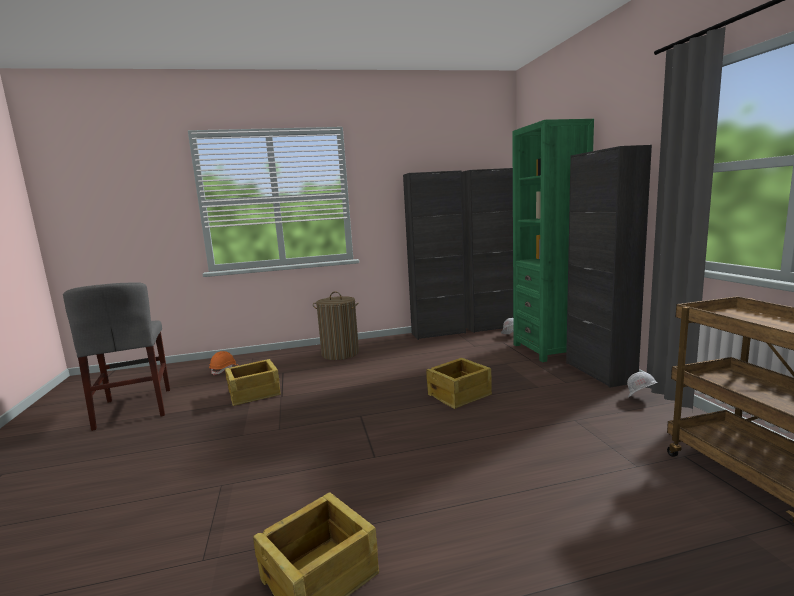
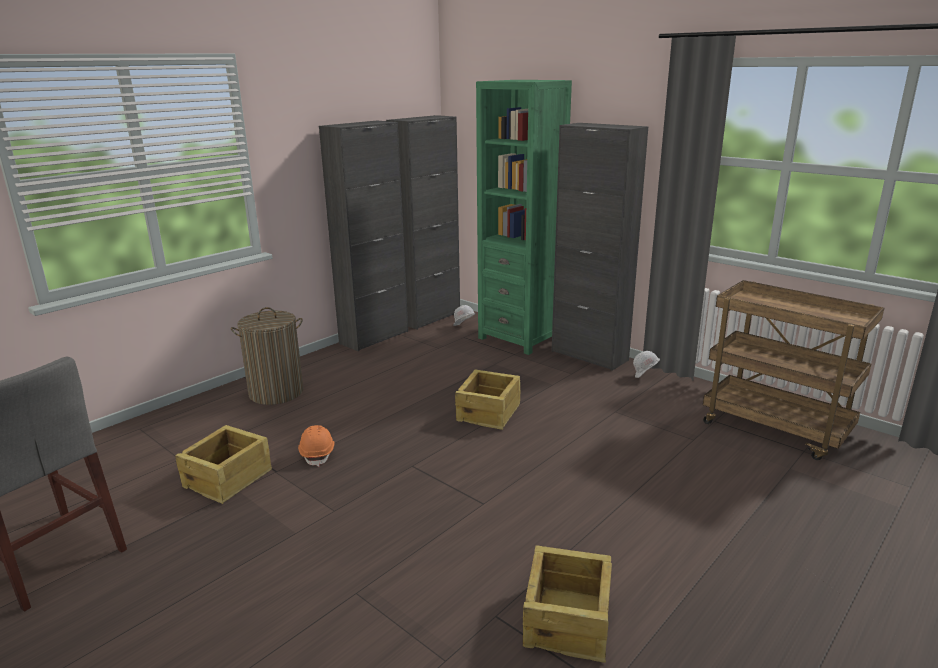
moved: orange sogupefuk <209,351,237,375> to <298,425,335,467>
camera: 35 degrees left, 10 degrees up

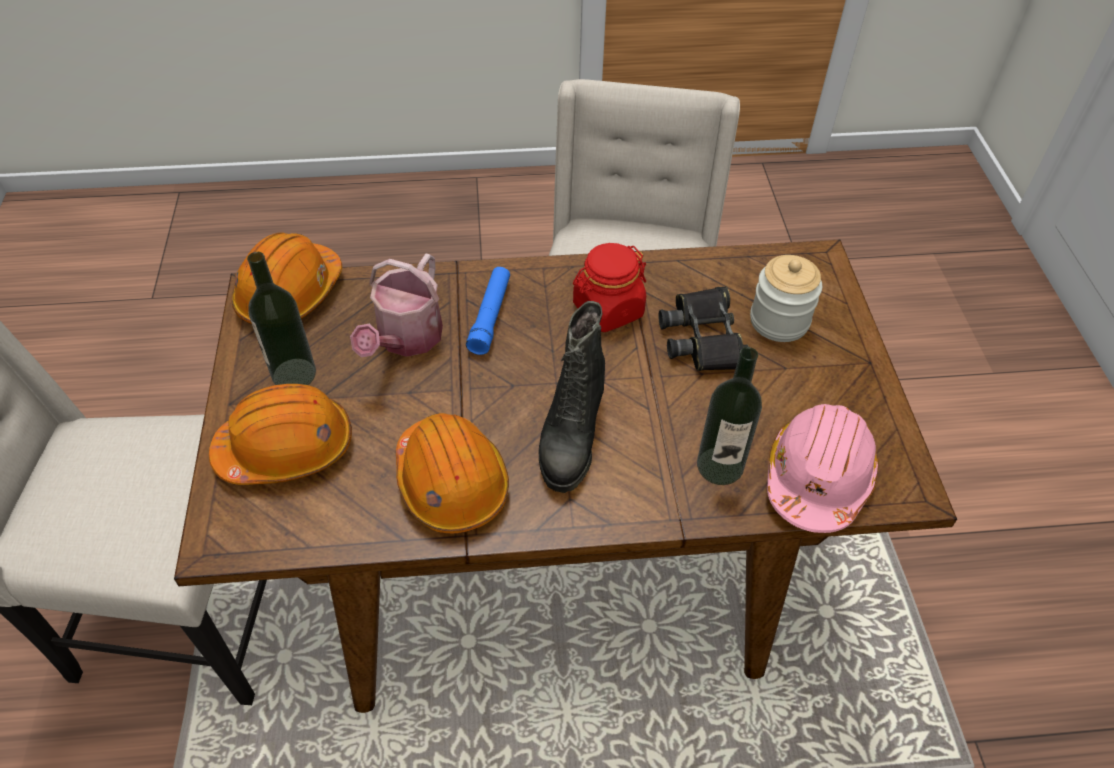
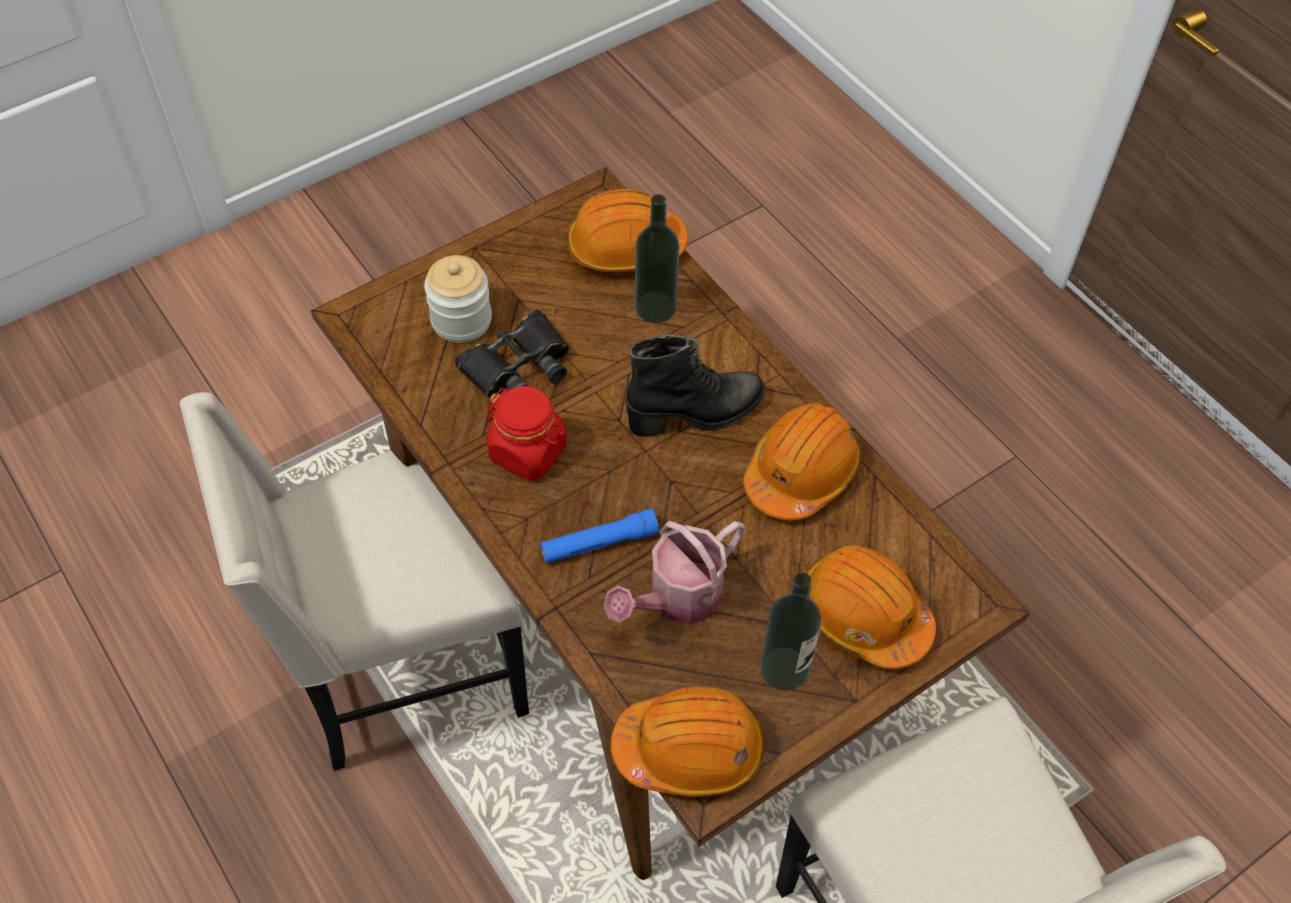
recoloured: pink sogupefuk <767,404,879,533> to orange sogupefuk <567,189,688,272>
turned: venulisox <350,254,443,357> = <604,521,745,624> 150 degrees clockwise
camera: 120 degrees left, 5 degrees up

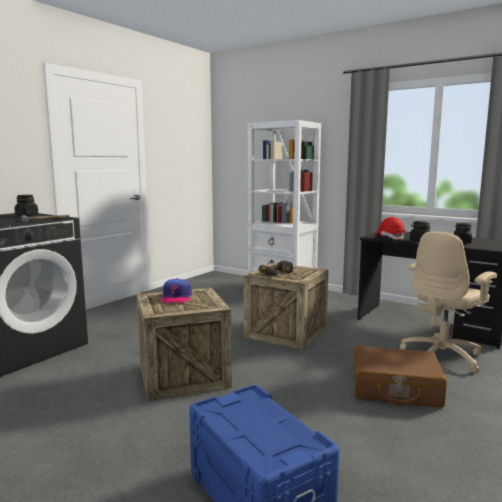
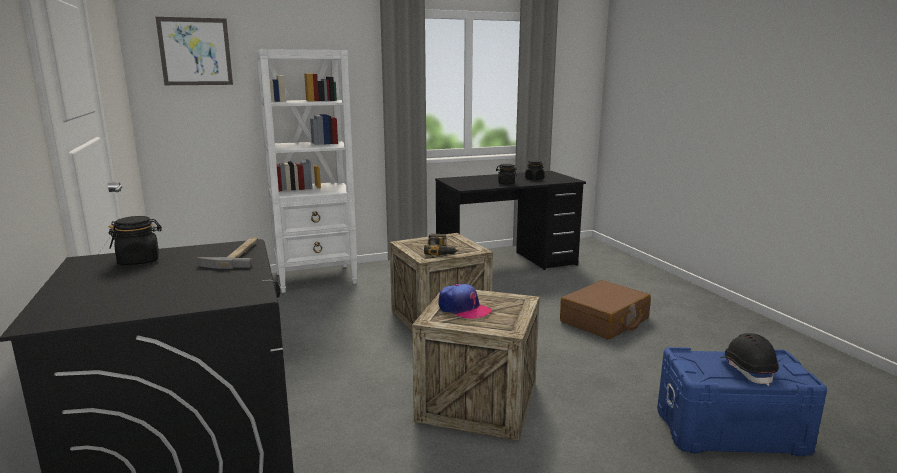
removed: red sogupefuk <375,217,406,240>; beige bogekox <400,231,497,373>
added: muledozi <156,17,233,85>; black sogupefuk <720,333,779,386>
camera: 55 degrees left, 5 degrees up

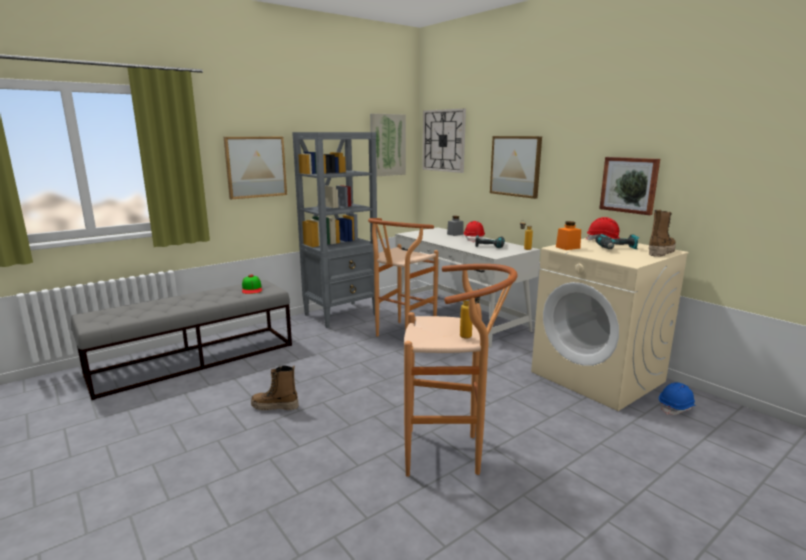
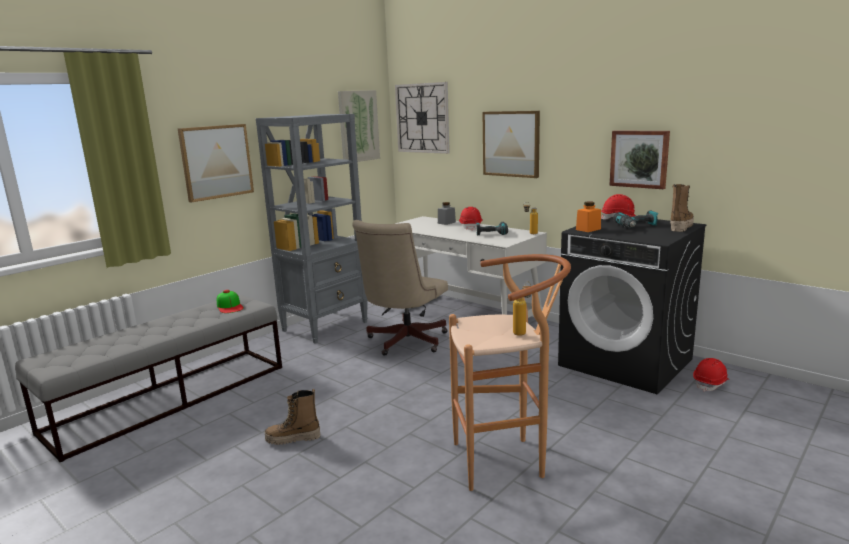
replaced: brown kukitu <368,218,438,337> to beige bogekox <352,220,448,356>
recoloured: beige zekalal <531,238,689,411> to black zekalal <558,216,707,394>; blue sogupefuk <659,382,696,415> to red sogupefuk <693,358,729,392>
camera: 10 degrees left, 0 degrees up

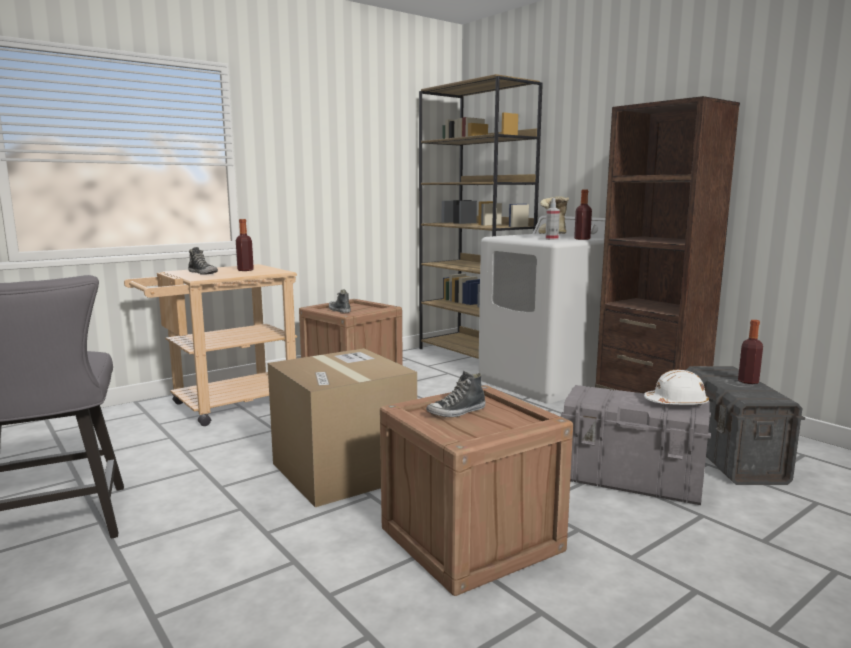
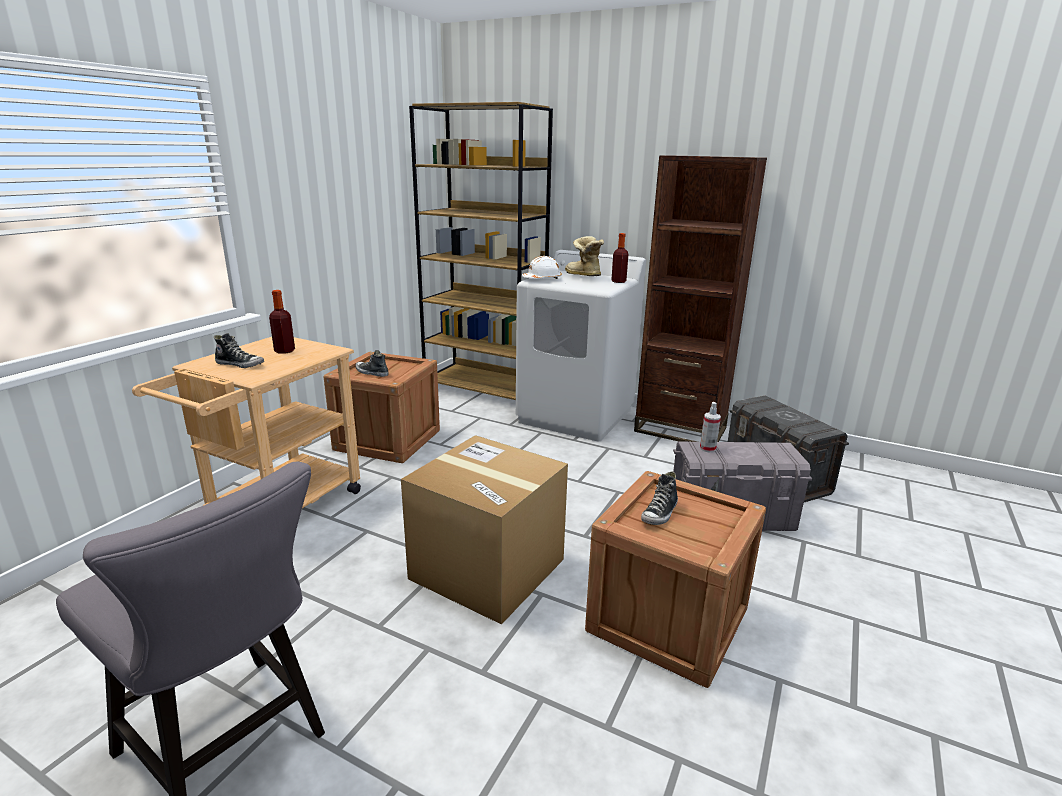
removed: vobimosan <738,320,763,384>
moved: white sogupefuk <644,369,709,405> to <522,256,562,279>; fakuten <545,198,560,240> to <700,402,721,452>
camera: 25 degrees left, 10 degrees up

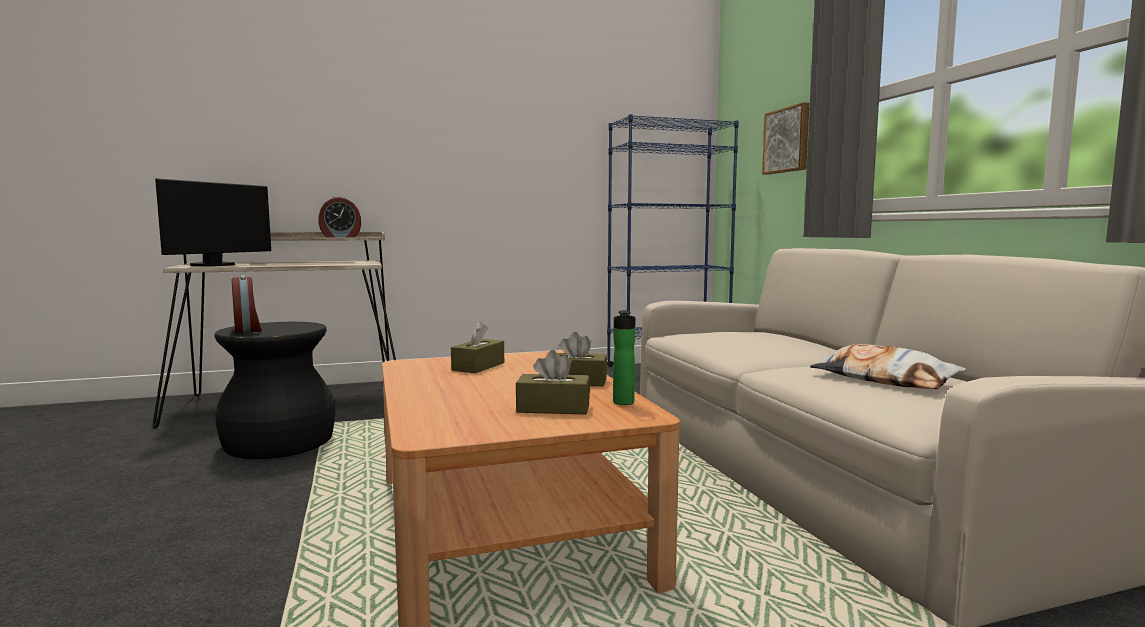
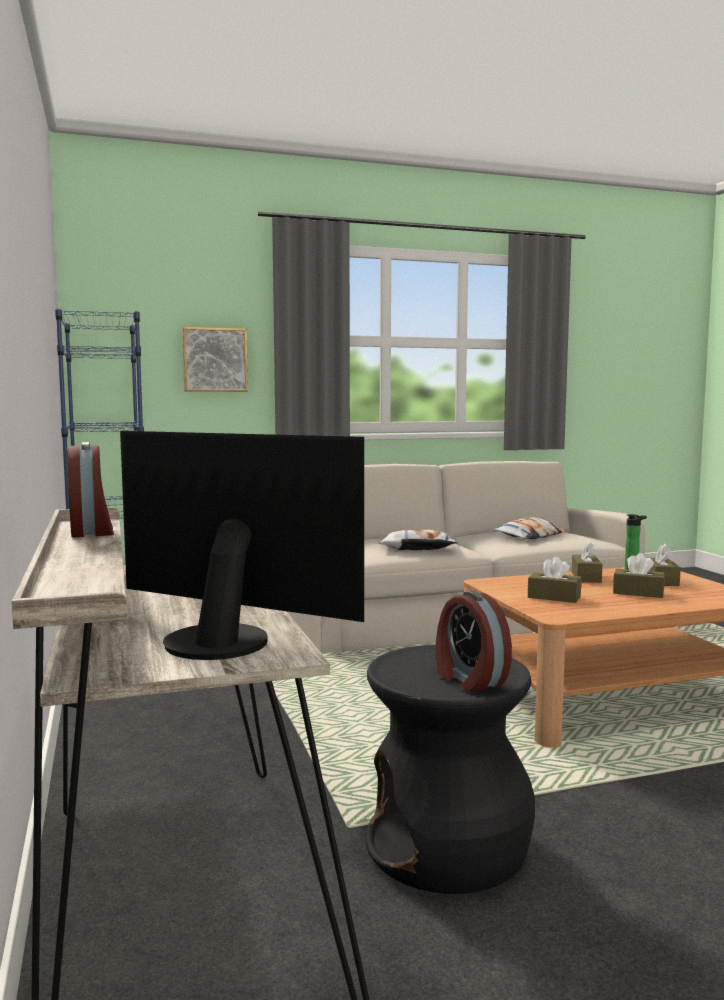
added: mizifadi <378,530,458,550>; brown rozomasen <613,553,665,598>
turned: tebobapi <232,275,262,333> = <436,590,512,692> 90 degrees counterclockwise
camera: 90 degrees left, 0 degrees up

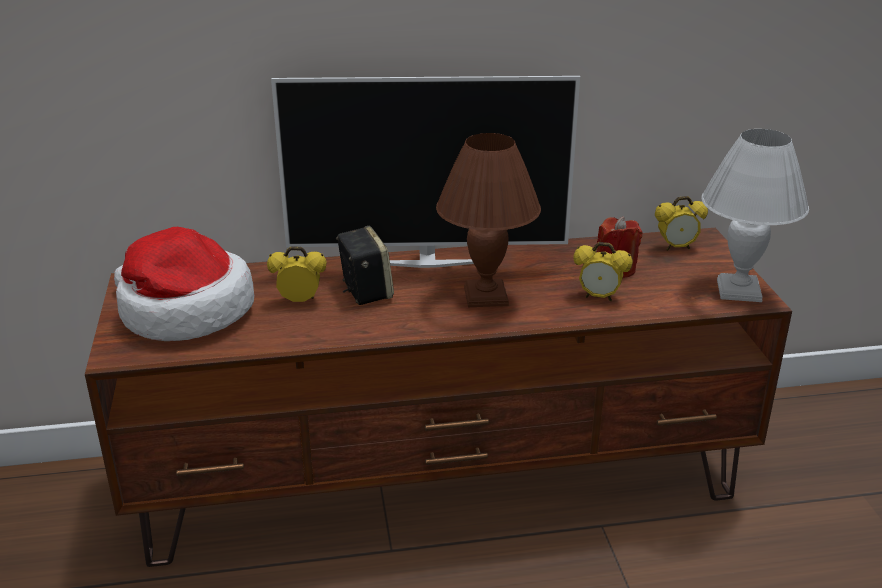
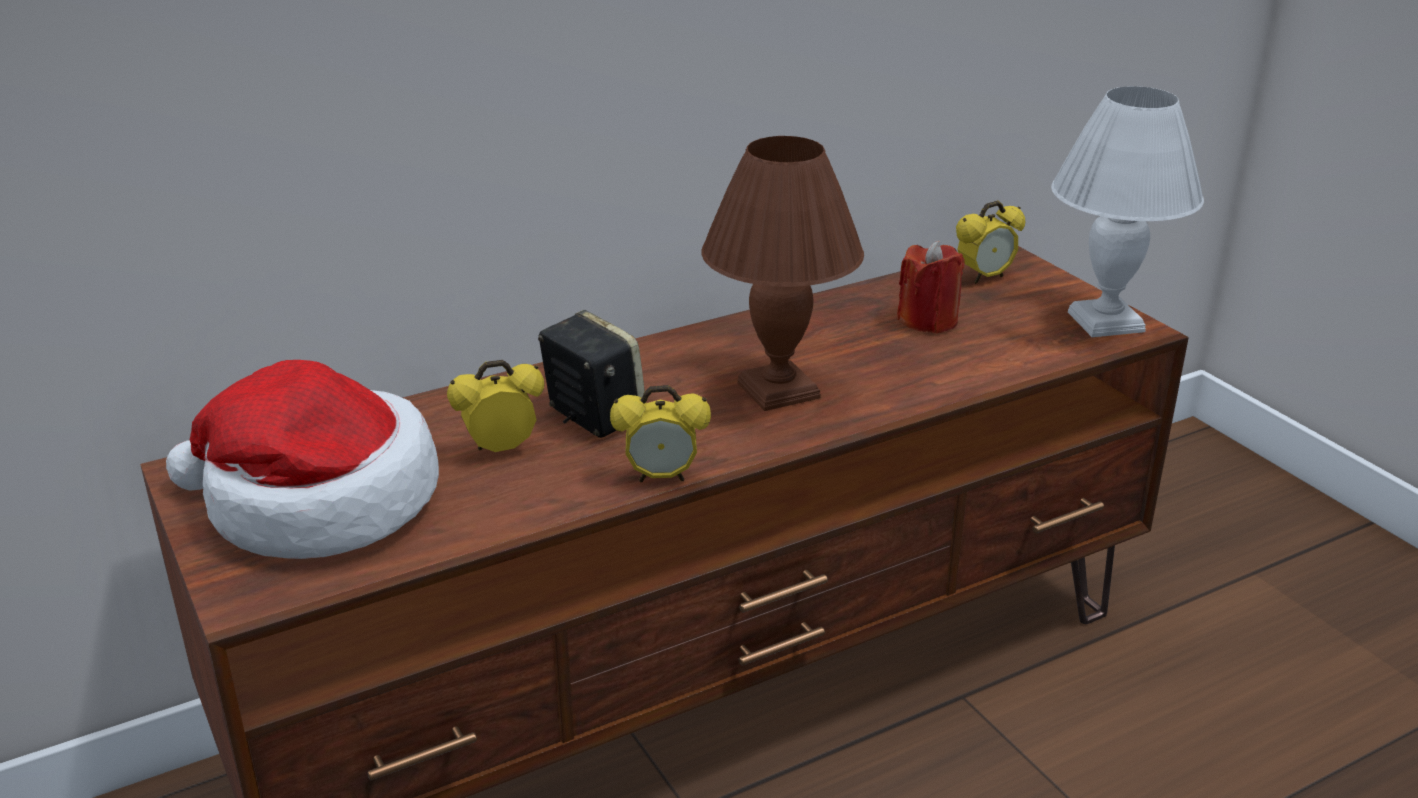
removed: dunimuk <271,76,580,268>
moved: tebobapi <573,242,633,301> to <610,385,711,482>
camera: 20 degrees left, 0 degrees up

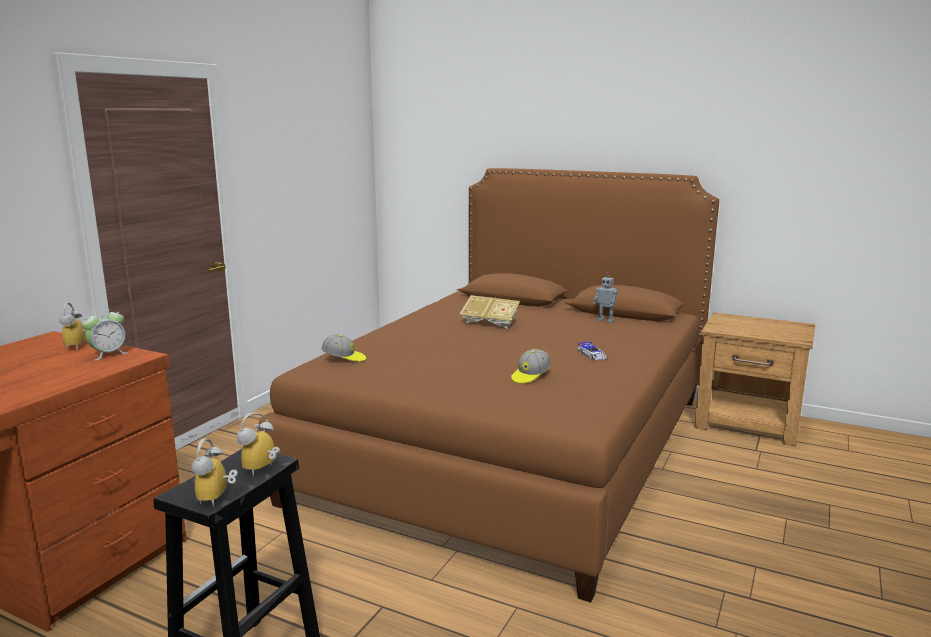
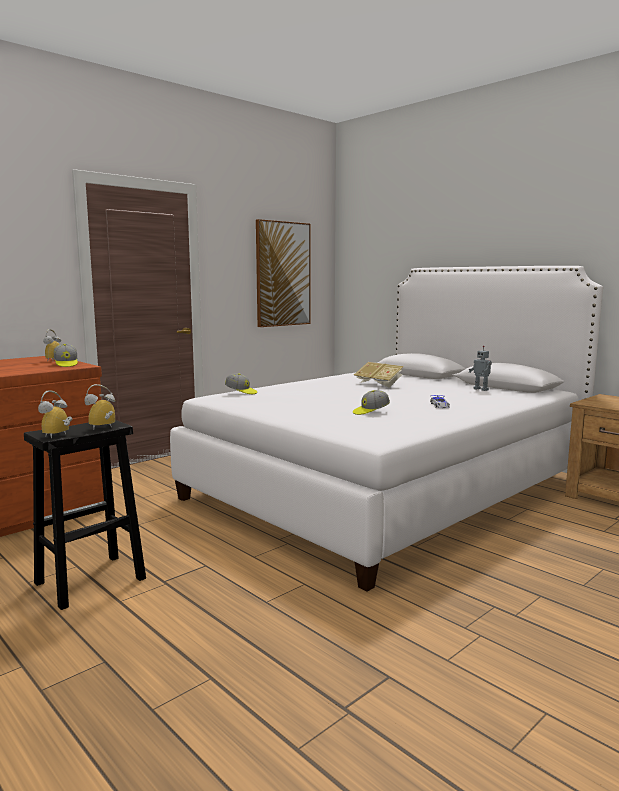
added: muledozi <256,219,311,327>
replaced: tebobapi <82,307,128,361> to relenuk <54,344,78,367>
recoloured: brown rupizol <259,168,719,602> to white rupizol <170,266,603,592>
camera: 20 degrees right, 5 degrees down

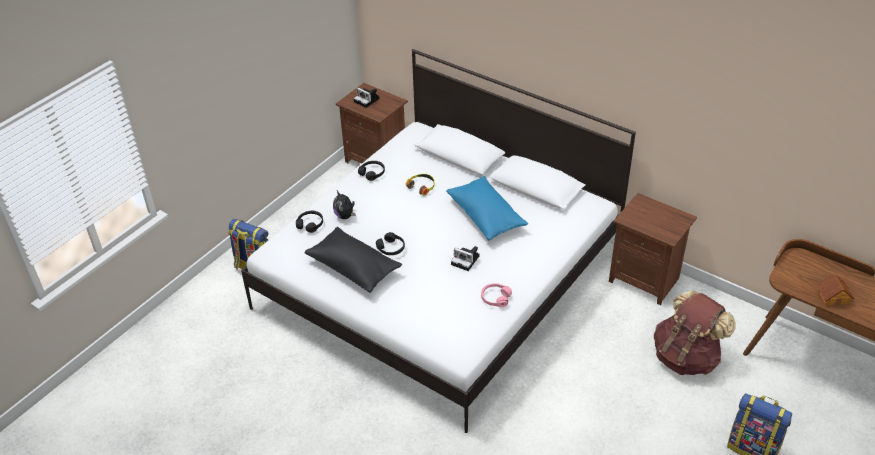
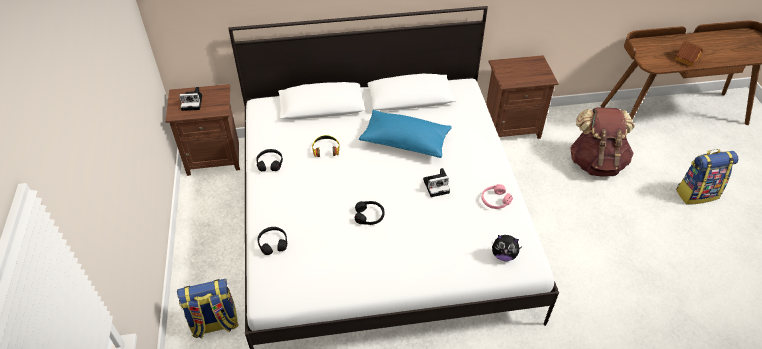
removed: black mizifadi <304,227,402,293>
moved: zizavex <333,191,356,219> to <492,235,521,261>
camera: 45 degrees left, 5 degrees up

